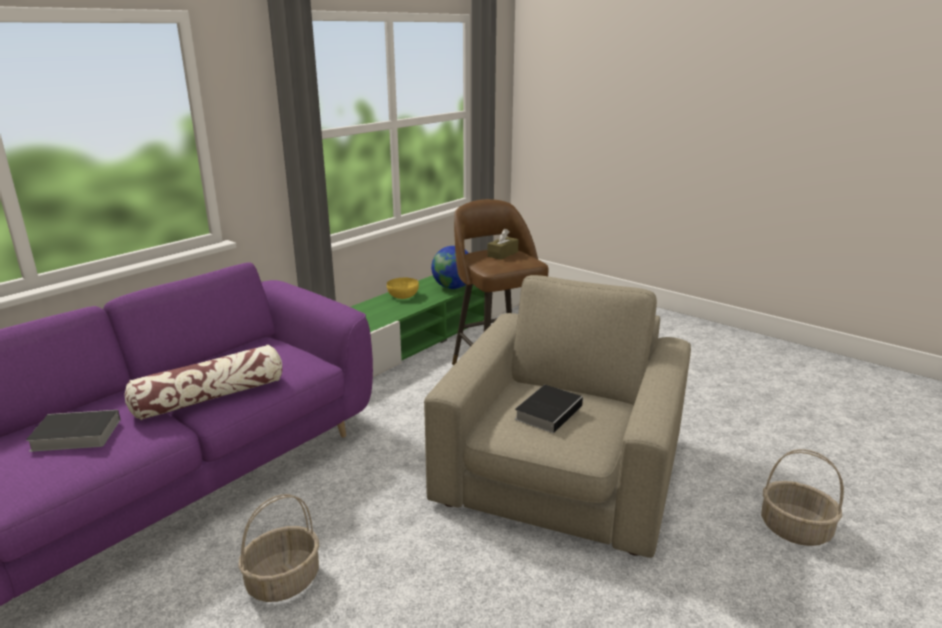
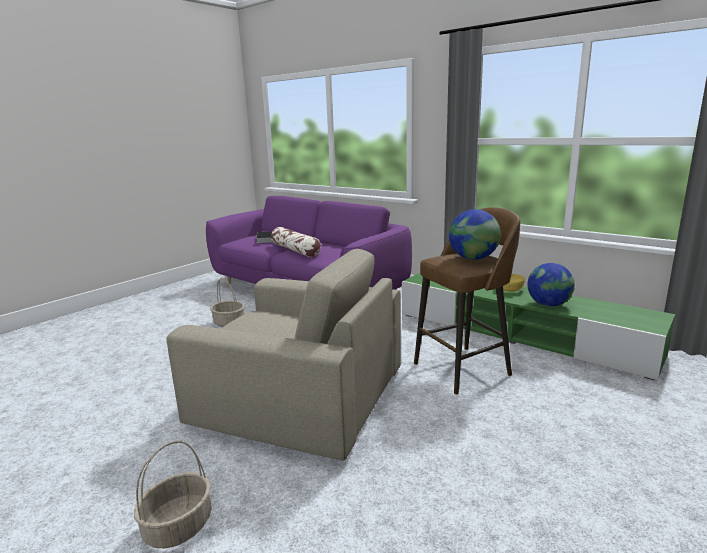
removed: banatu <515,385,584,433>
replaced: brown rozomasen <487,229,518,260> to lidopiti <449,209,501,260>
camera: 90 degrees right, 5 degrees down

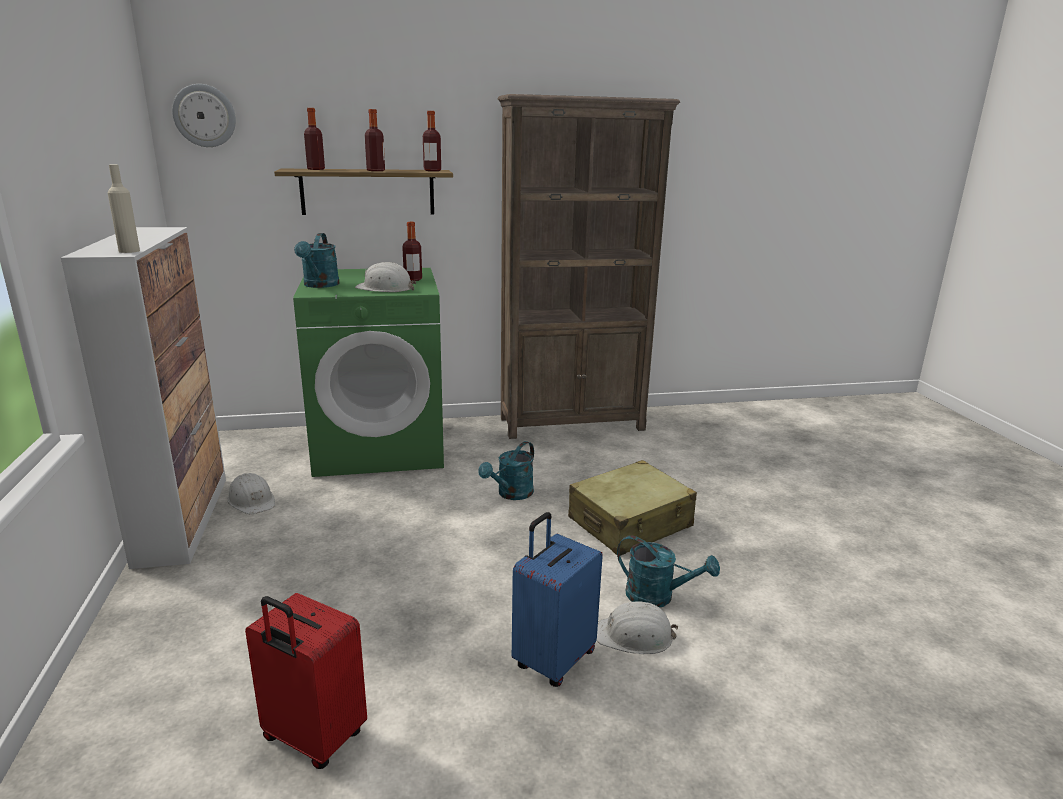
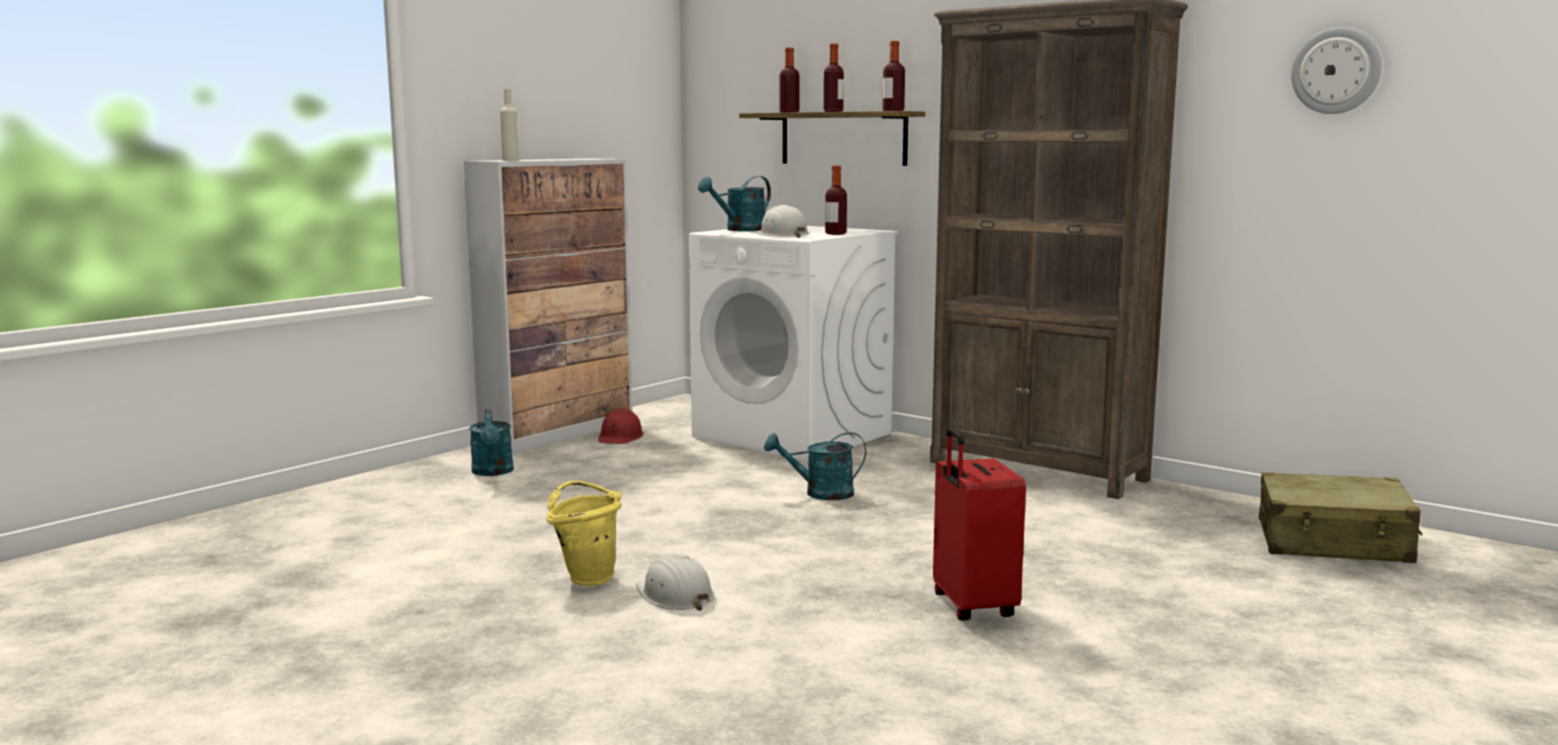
moved: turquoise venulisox <617,535,720,608> to <469,409,514,476>; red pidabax <245,593,367,769> to <933,428,1026,621>; beige pidabax <568,460,697,556> to <1259,472,1422,563>; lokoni <172,84,236,147> to <1291,27,1382,114>
replaced: blue pidabax <512,512,603,687> to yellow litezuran <547,481,621,586>
recoloured: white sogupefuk <227,473,275,514> to red sogupefuk <598,408,644,444>; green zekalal <293,268,444,477> to white zekalal <689,226,898,461>
camera: 50 degrees right, 10 degrees down

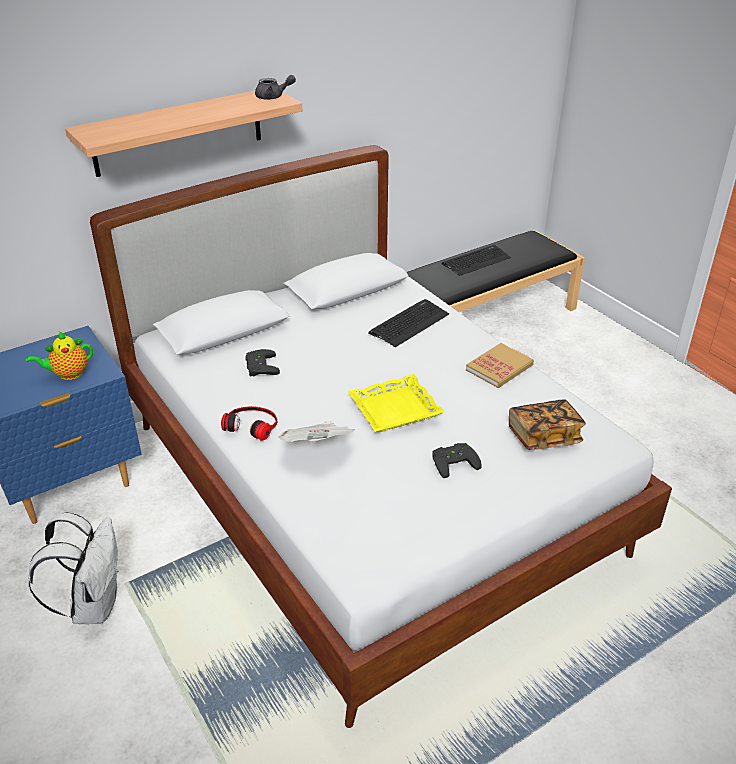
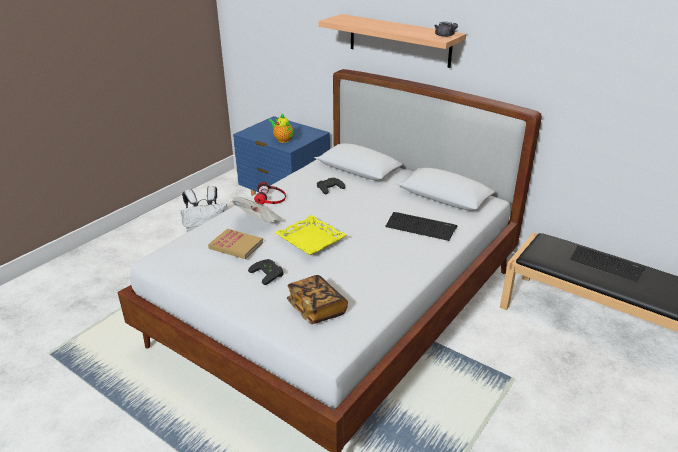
moved: banatu <466,343,534,388> to <208,229,263,259>
camera: 70 degrees right, 5 degrees down

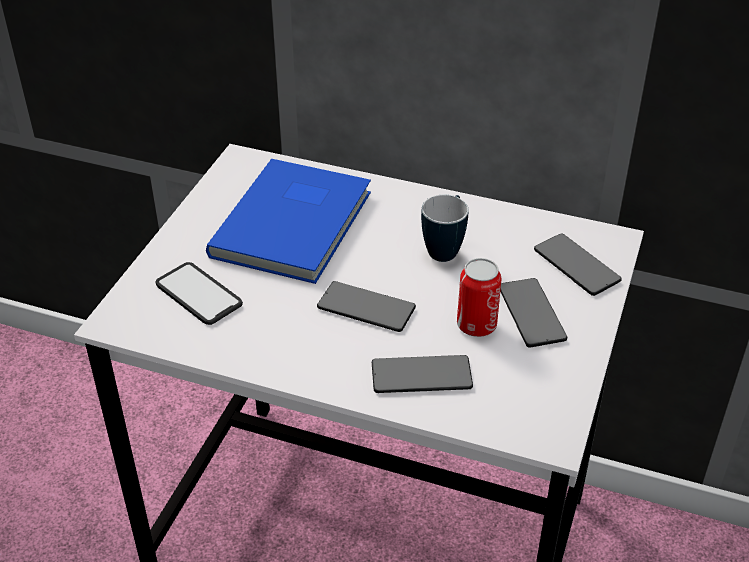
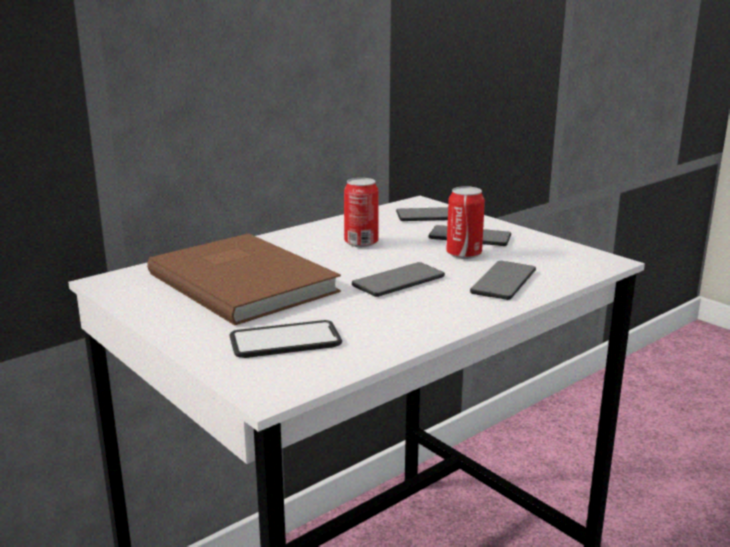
replaced: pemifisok <421,195,468,262> to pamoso <344,178,379,247>
recoloured: blue banatu <206,159,371,284> to brown banatu <147,233,341,325>
camera: 60 degrees left, 20 degrees down

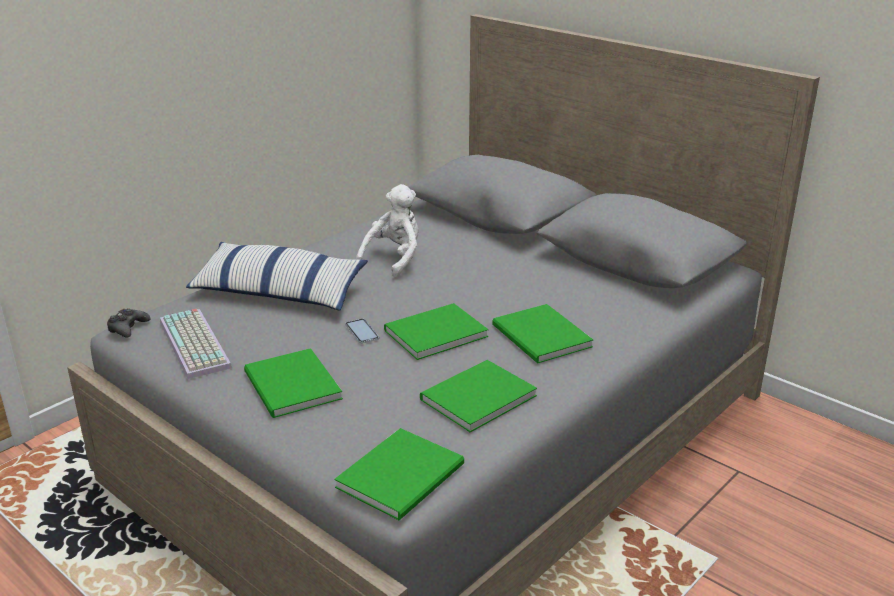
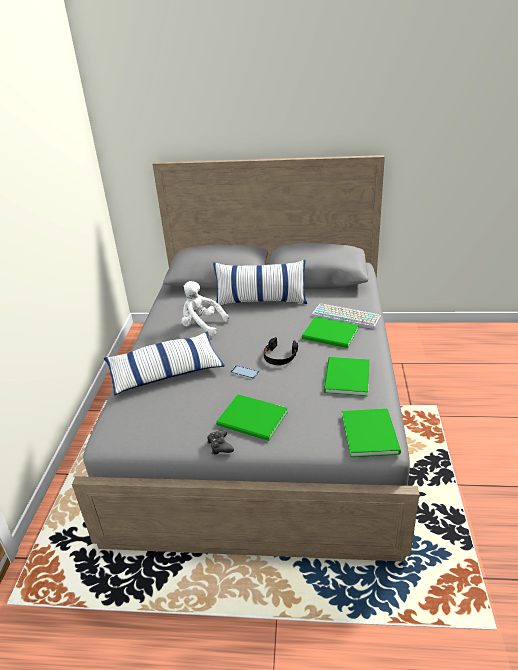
added: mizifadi <213,260,307,306>
moved: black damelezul <107,308,150,338> to <207,430,234,455>; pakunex <160,309,232,379> to <311,303,381,329>
replaced: green banatu <384,303,488,360> to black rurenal <264,337,298,365>
turned: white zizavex <356,184,419,278> = <182,281,229,336> 60 degrees counterclockwise
camera: 35 degrees left, 5 degrees up

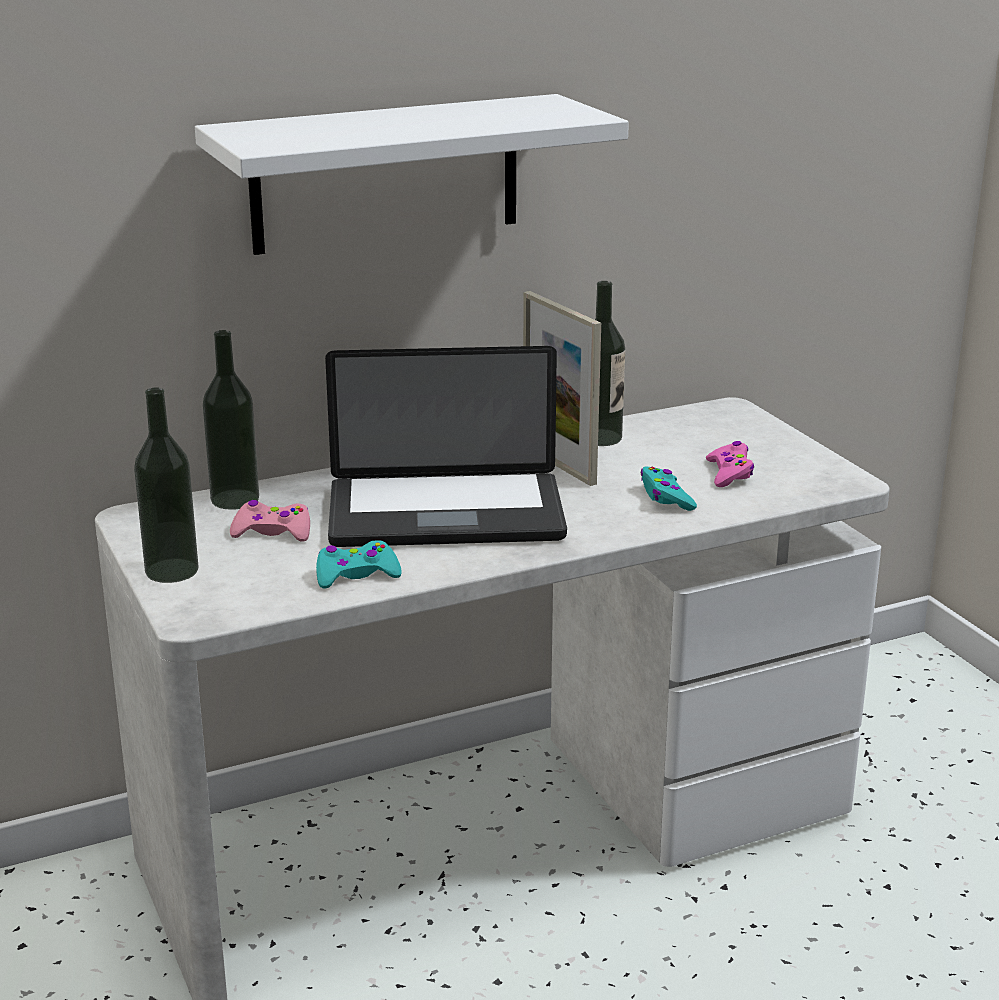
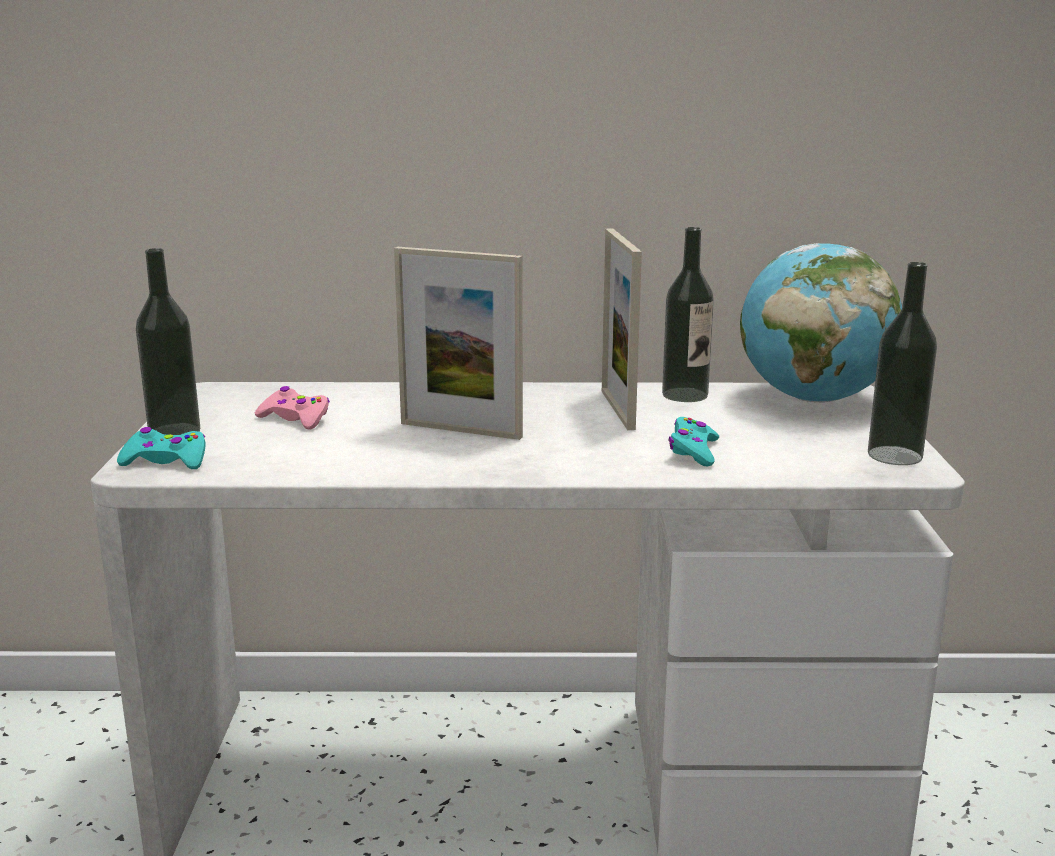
removed: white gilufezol <195,94,629,255>; pink damelezul <706,441,754,487>
added: lidopiti <740,243,902,403>
moved: turquoise damelezul <316,540,402,588> to <117,427,205,469>; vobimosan <203,330,259,510> to <868,262,937,465>
replaced: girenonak <325,346,567,547> to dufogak <394,247,523,440>
camera: 25 degrees right, 5 degrees down

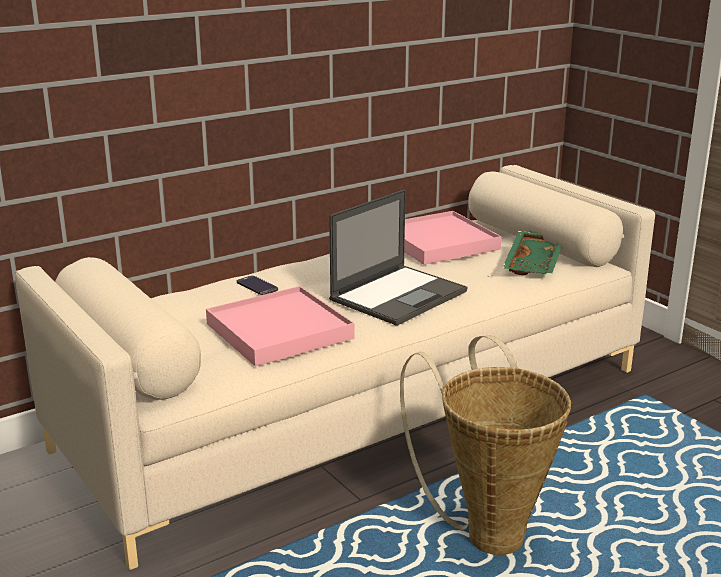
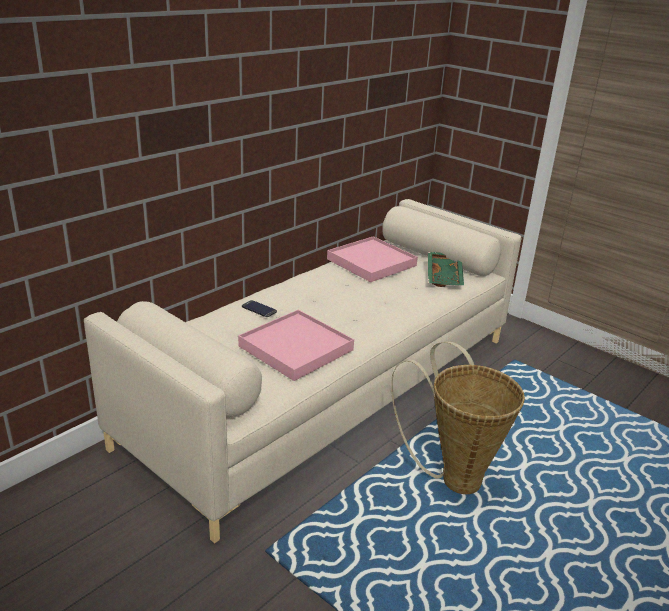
removed: girenonak <329,189,467,326>
camera: 15 degrees left, 5 degrees up

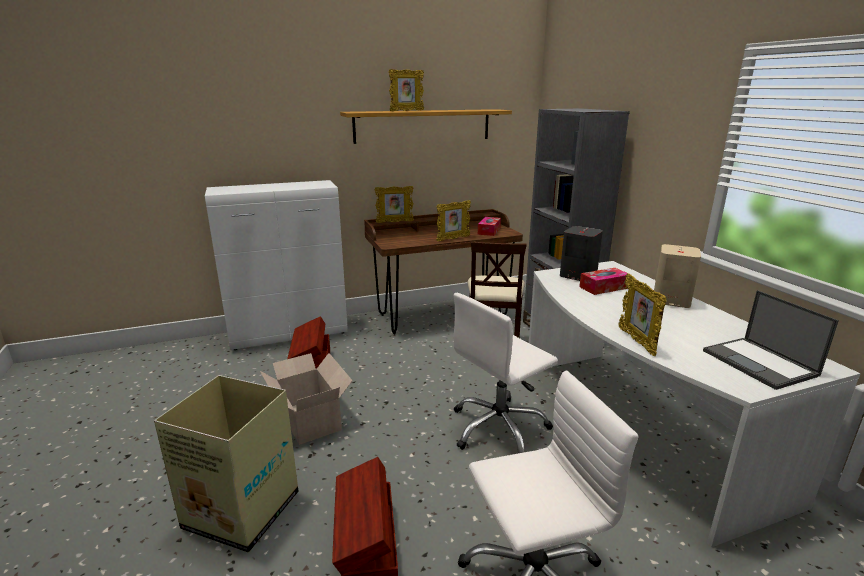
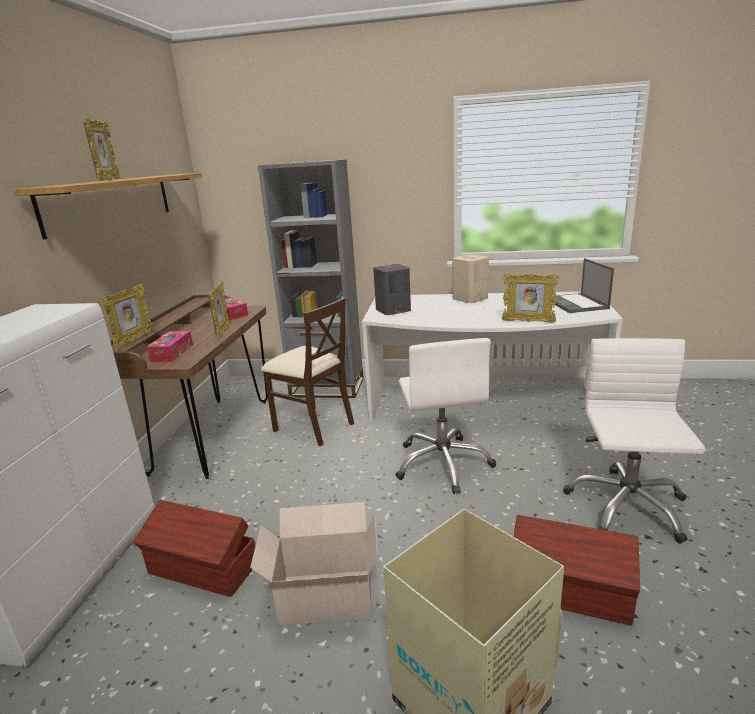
moved: rozomasen <579,268,629,295> to <146,331,193,362>
turned: girenonak <703,290,839,390> = <552,258,614,313> 75 degrees clockwise
camera: 60 degrees left, 0 degrees up

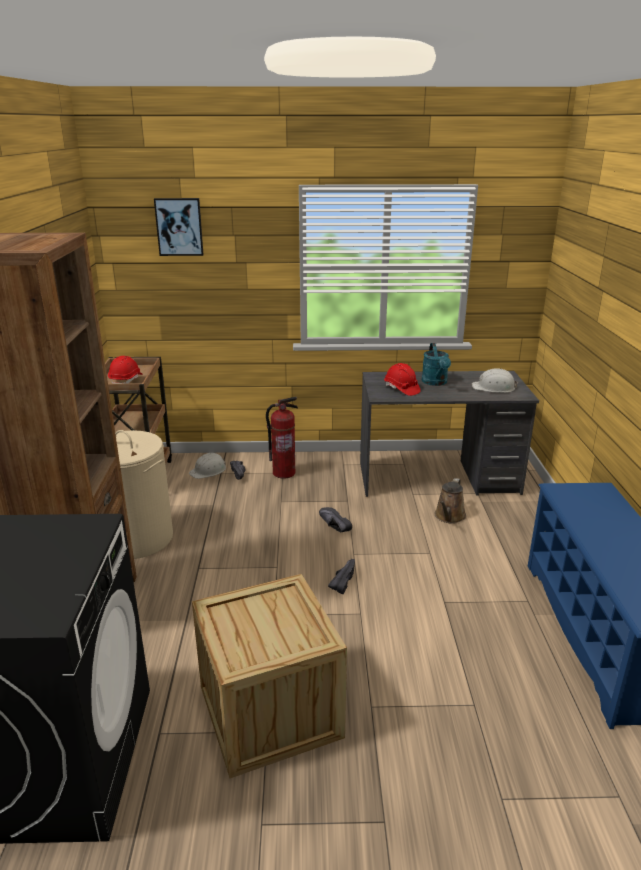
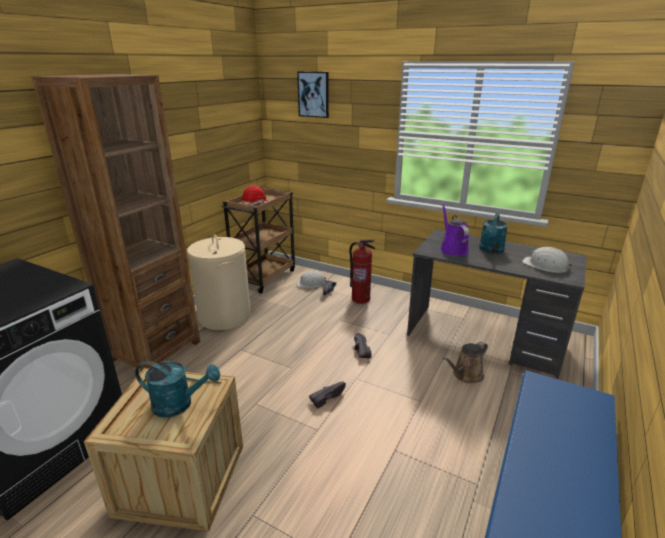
added: turquoise venulisox <135,361,220,418>
replaced: red sogupefuk <384,363,421,396> to purple venulisox <440,204,469,256>
camera: 30 degrees right, 0 degrees up

